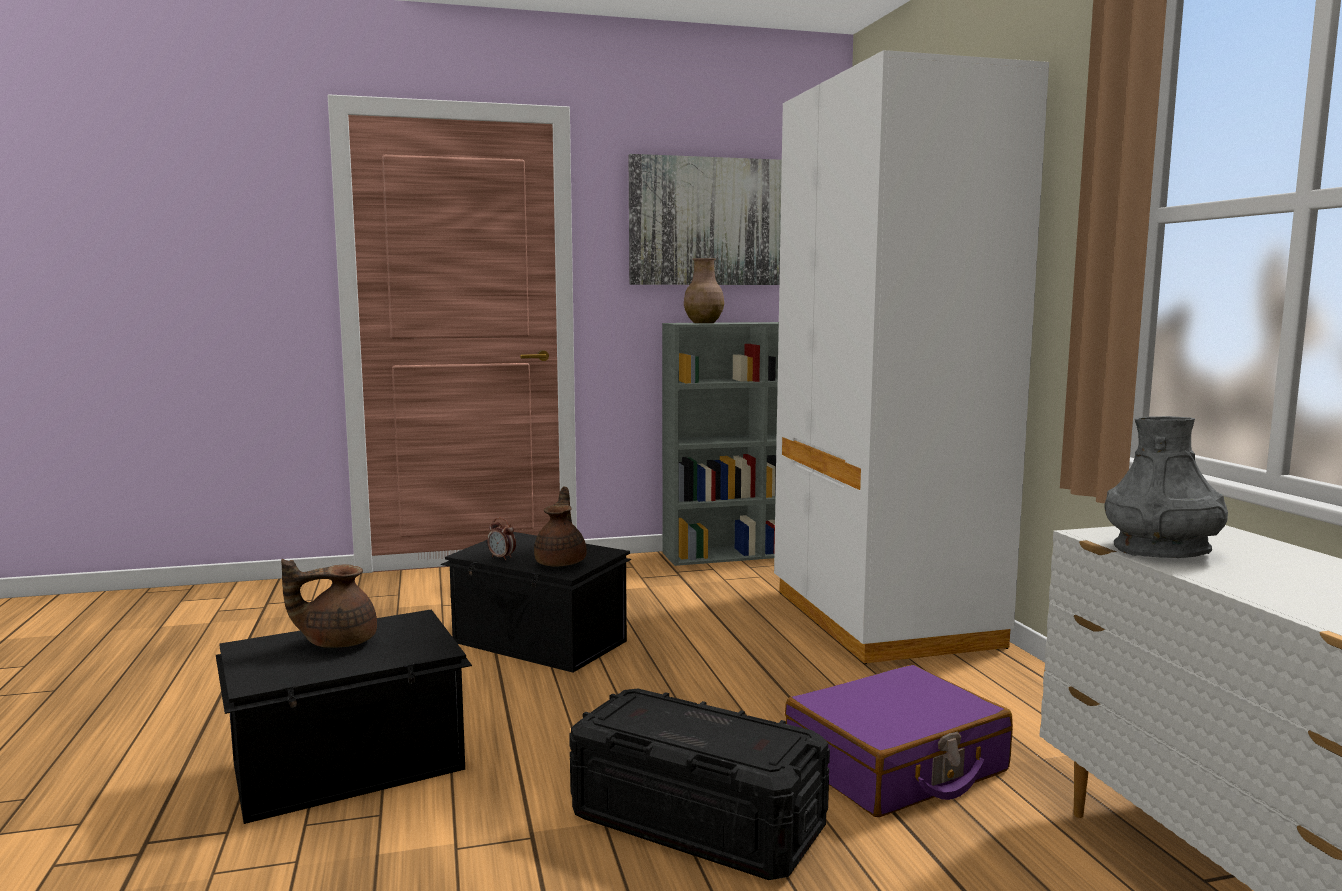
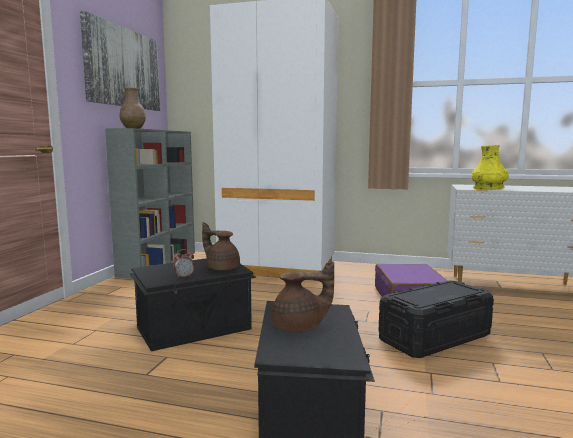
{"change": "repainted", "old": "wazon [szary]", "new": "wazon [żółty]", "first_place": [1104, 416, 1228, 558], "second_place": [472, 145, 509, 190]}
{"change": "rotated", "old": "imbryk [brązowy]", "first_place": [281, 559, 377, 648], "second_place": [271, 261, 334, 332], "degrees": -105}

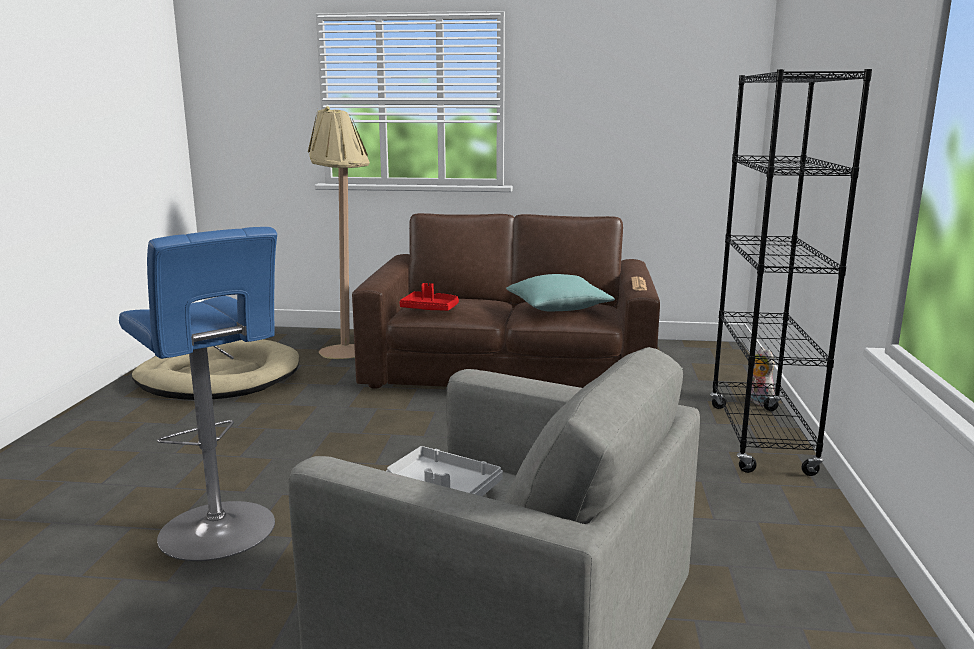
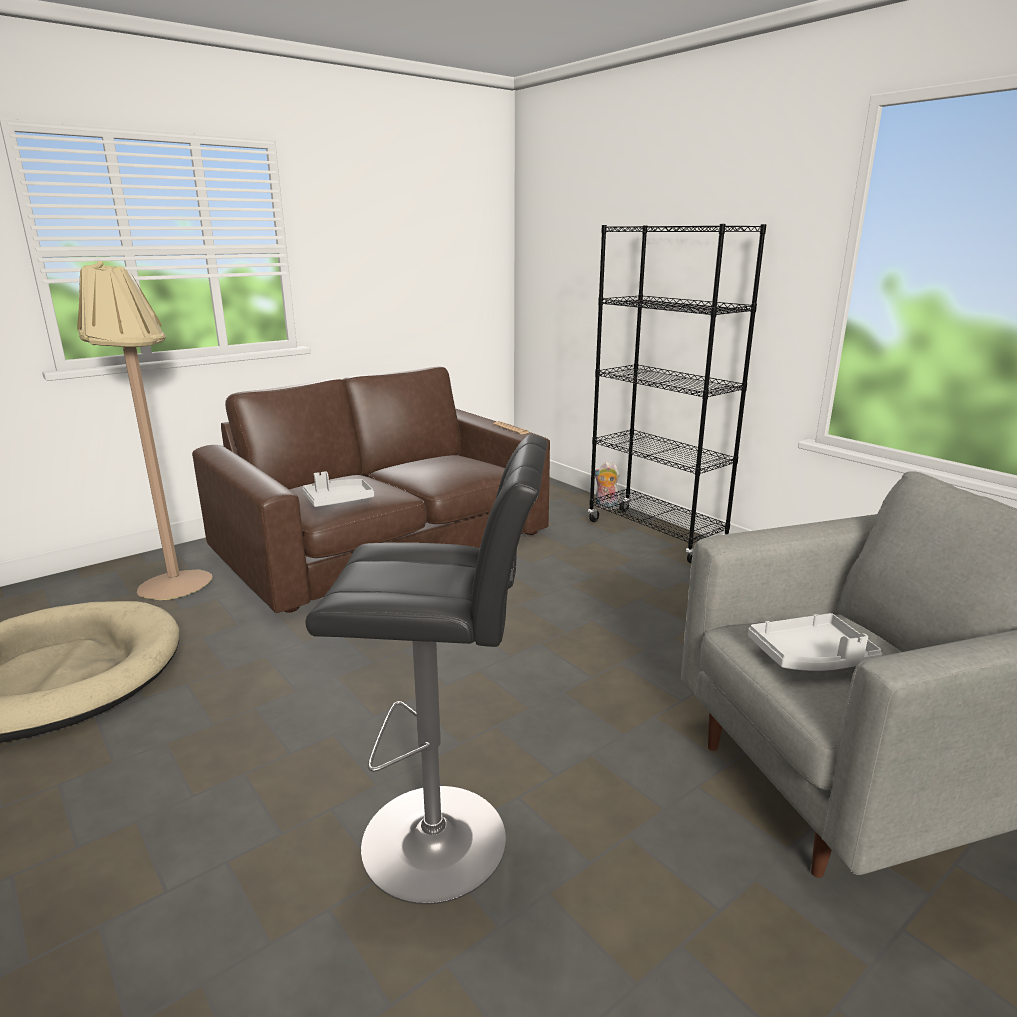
{"change": "gone", "old": "poduszka [turkusowy]", "first_place": [506, 274, 615, 311]}
{"change": "repainted", "old": "stołek [niebieski]", "new": "stołek [czarny]", "first_place": [119, 227, 277, 561], "second_place": [305, 435, 548, 904]}
{"change": "repainted", "old": "taca [czerwony]", "new": "taca [szary]", "first_place": [399, 283, 459, 311], "second_place": [303, 471, 374, 507]}

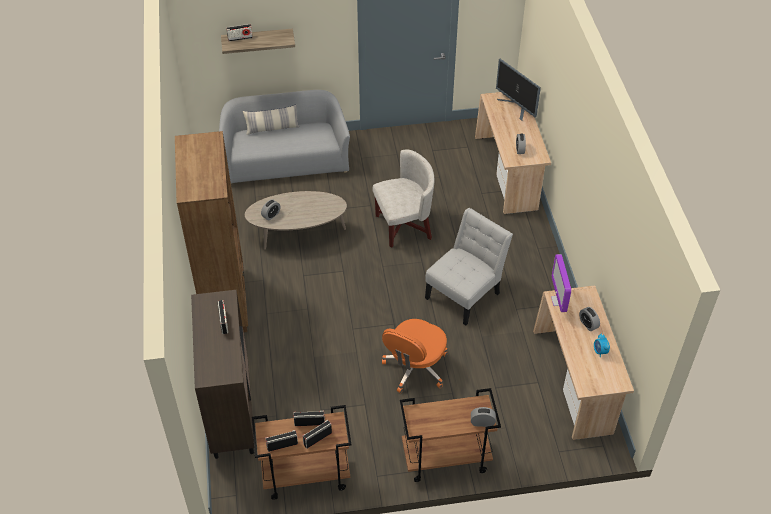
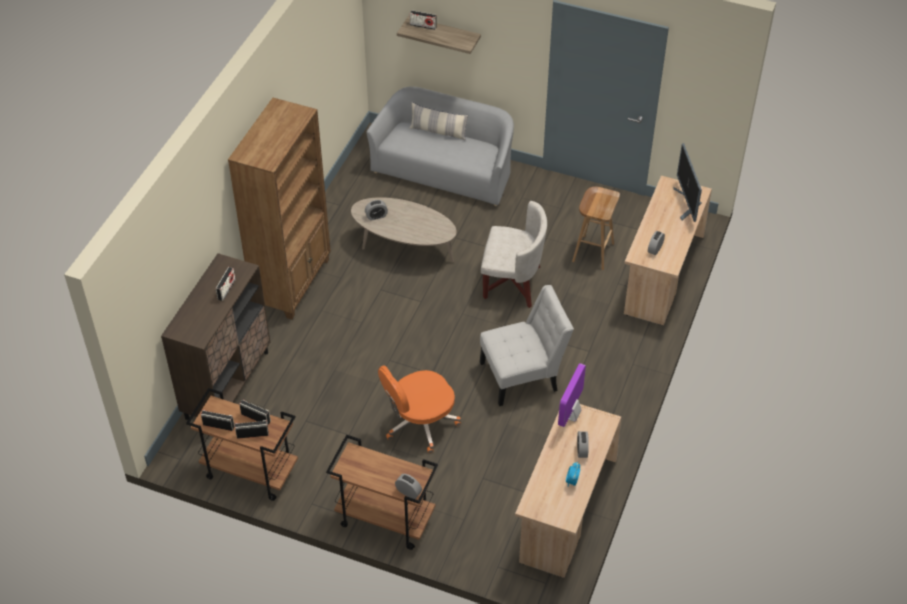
{"change": "new", "new": "stołek [brązowy]", "second_place": [572, 186, 620, 270]}

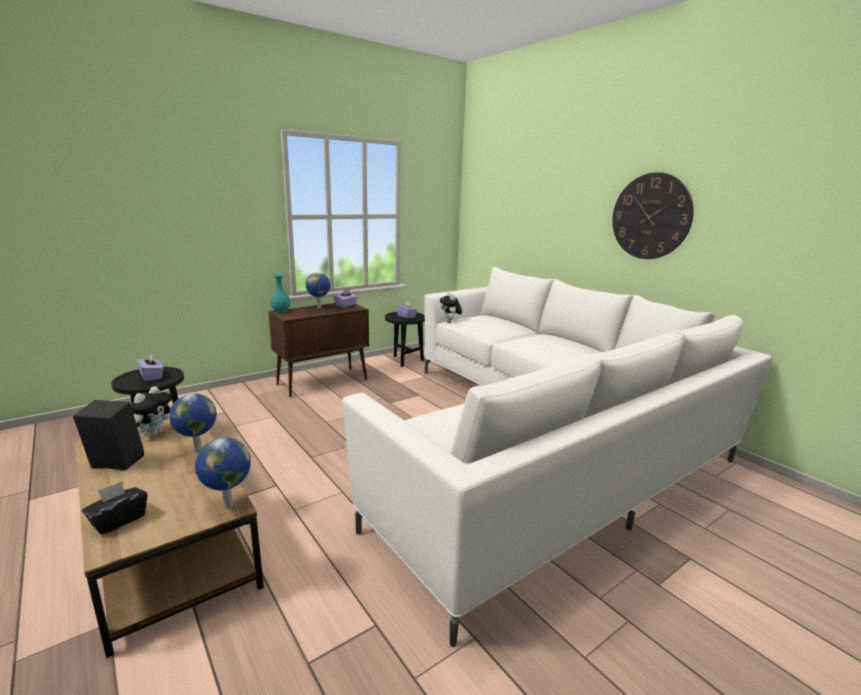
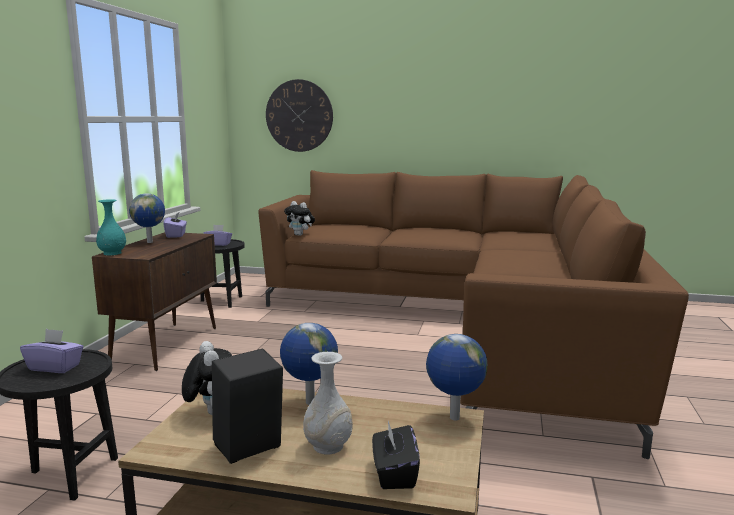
{"change": "new", "new": "wazon [biały]", "second_place": [303, 352, 353, 455]}
{"change": "shifted", "old": "zegar ścienny", "first_place": [612, 172, 694, 259], "second_place": [266, 79, 333, 152]}
{"change": "repainted", "old": "kanapa [biały]", "new": "kanapa [brązowy]", "first_place": [342, 267, 773, 647], "second_place": [258, 170, 689, 459]}

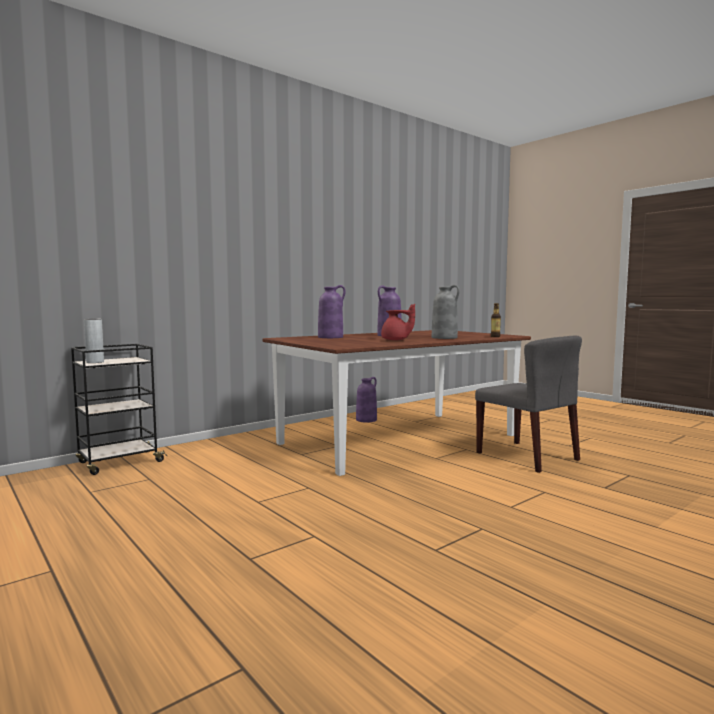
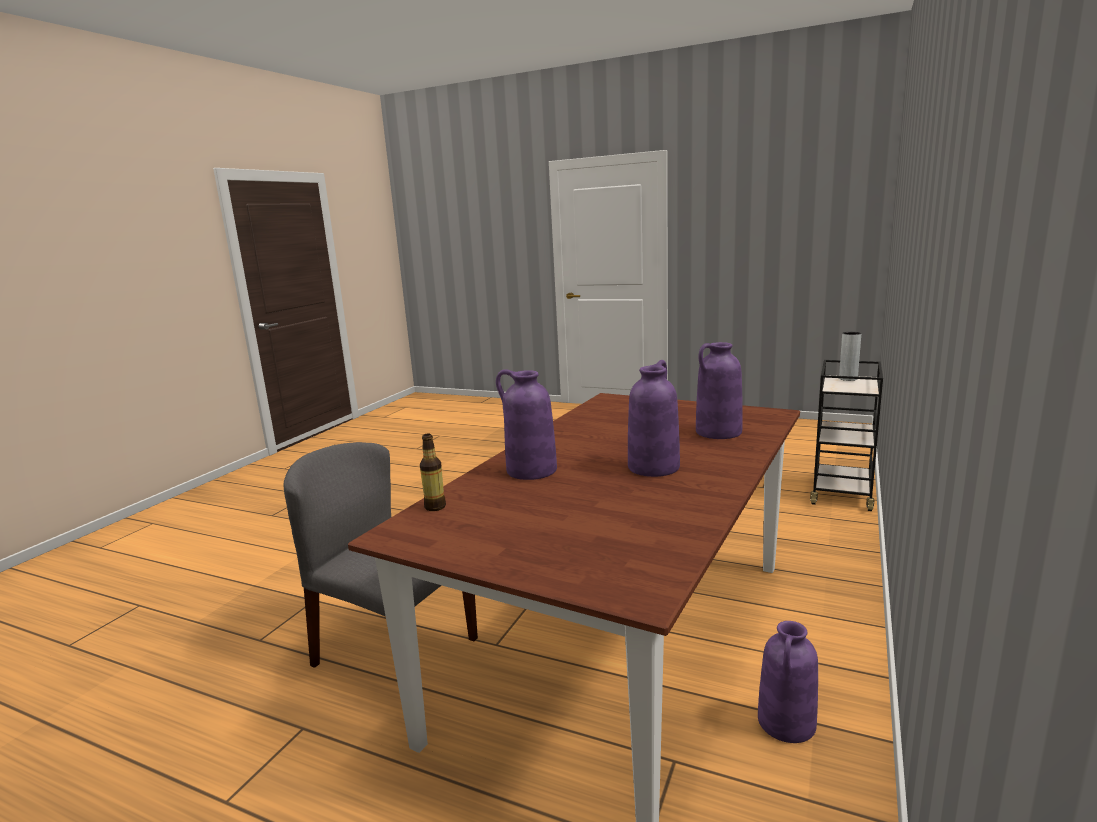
{"change": "gone", "old": "imbryk [czerwony]", "first_place": [381, 304, 415, 340]}
{"change": "repainted", "old": "wazon [szary]", "new": "wazon [fioletowy]", "first_place": [432, 285, 460, 339], "second_place": [496, 369, 557, 480]}

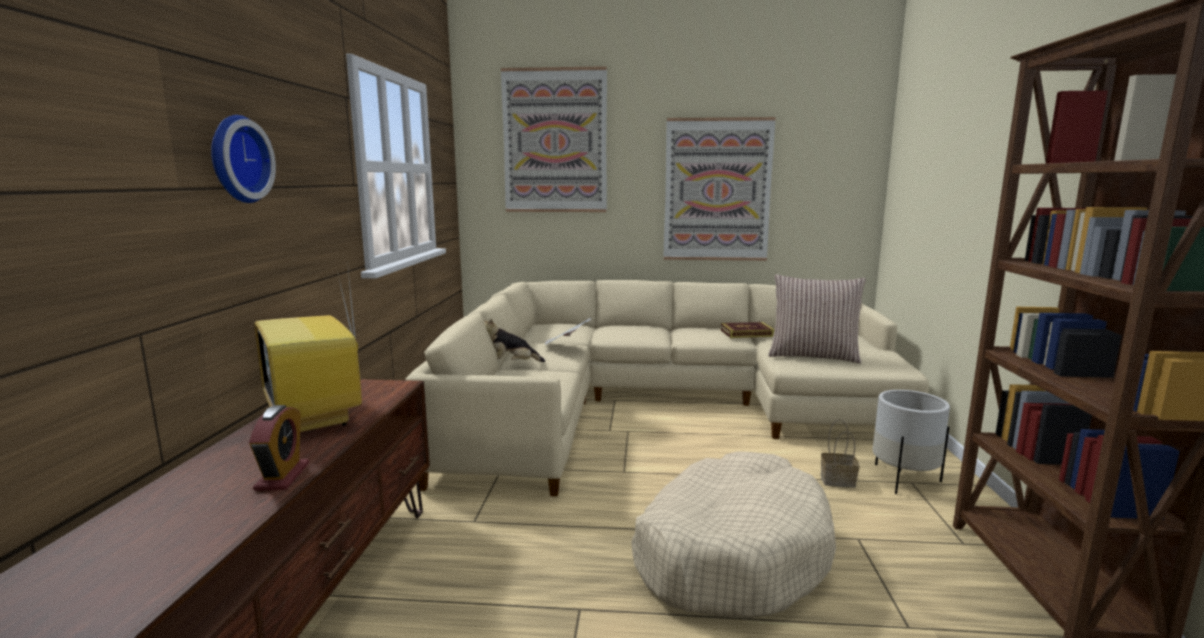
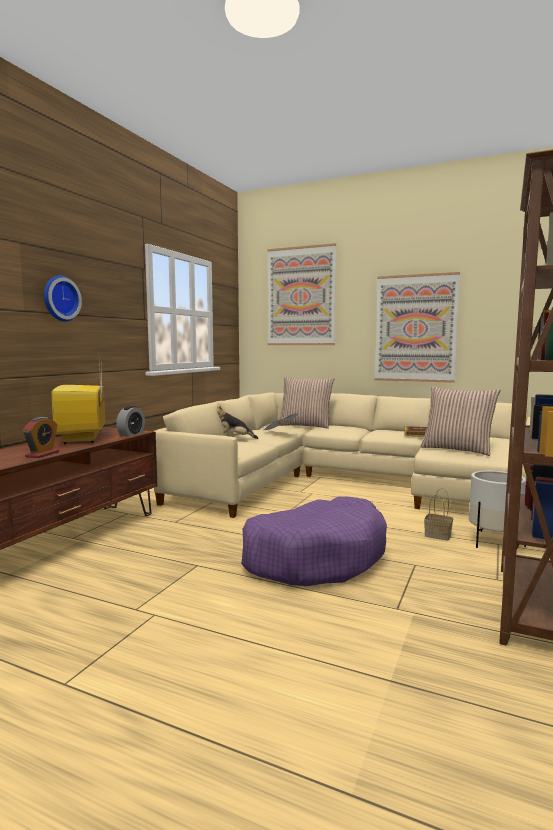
{"change": "new", "new": "budzik", "second_place": [116, 406, 145, 436]}
{"change": "new", "new": "poduszka", "second_place": [279, 377, 335, 429]}
{"change": "repainted", "old": "legowisko [beżowy]", "new": "legowisko [fioletowy]", "first_place": [631, 451, 836, 618], "second_place": [241, 496, 387, 586]}

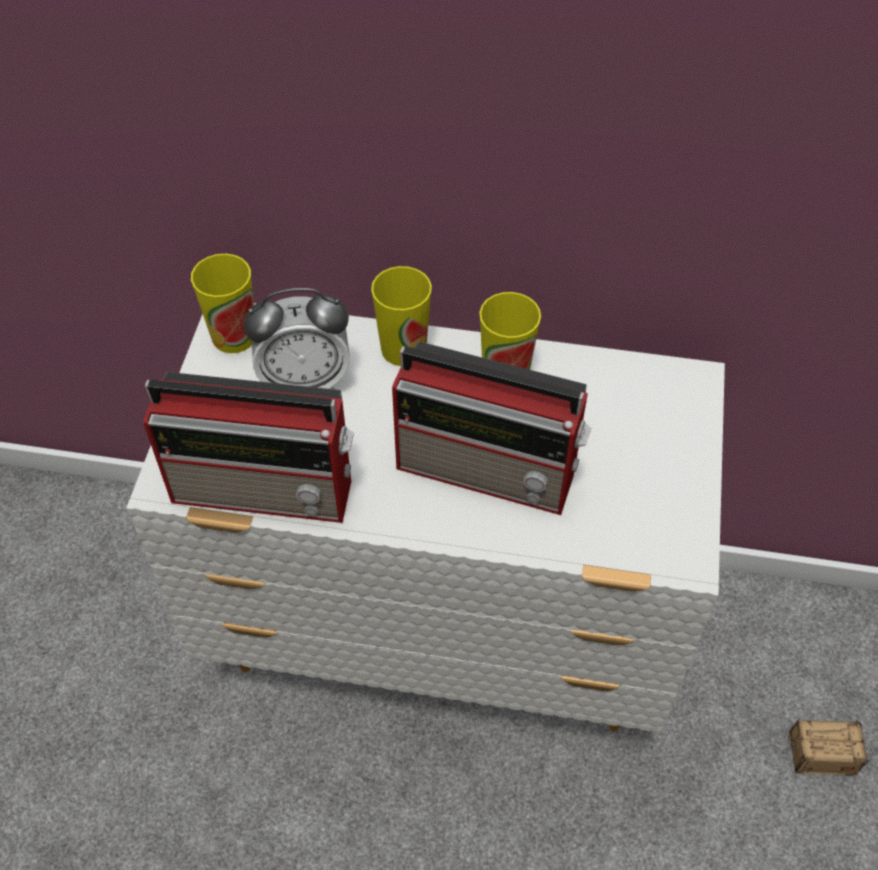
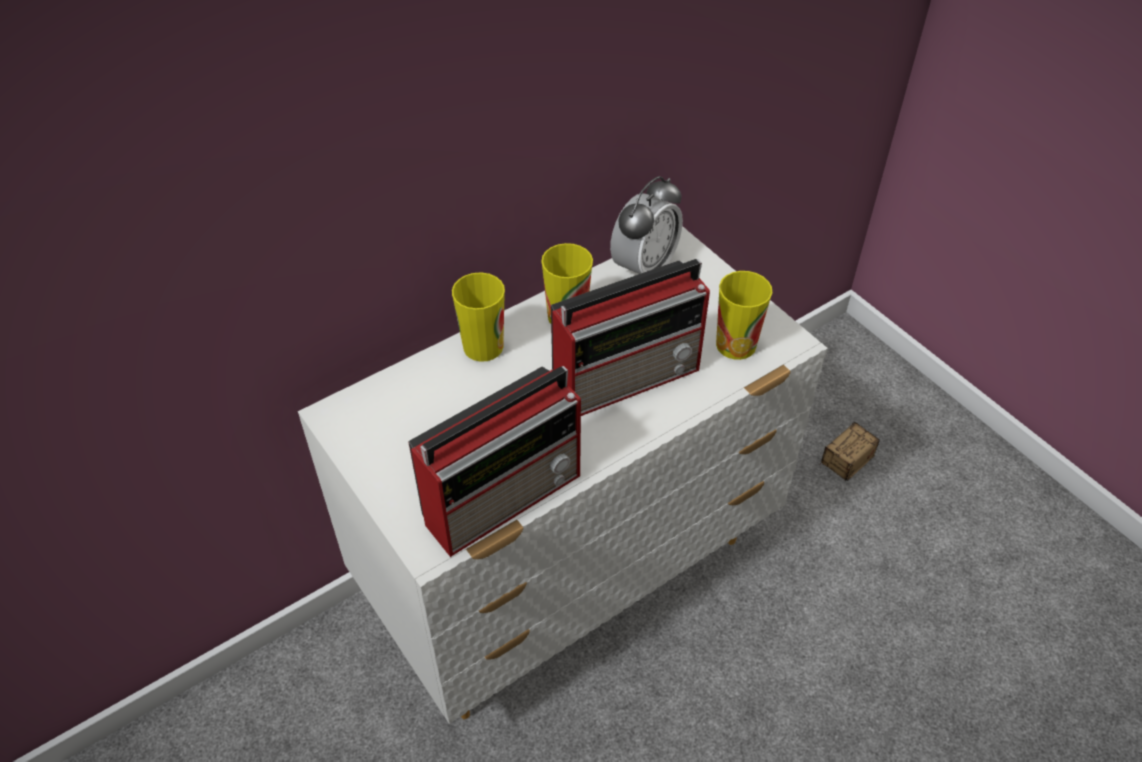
{"change": "shifted", "old": "filiżanka", "first_place": [191, 254, 254, 353], "second_place": [716, 271, 772, 360]}
{"change": "shifted", "old": "budzik", "first_place": [243, 288, 350, 389], "second_place": [610, 176, 683, 274]}

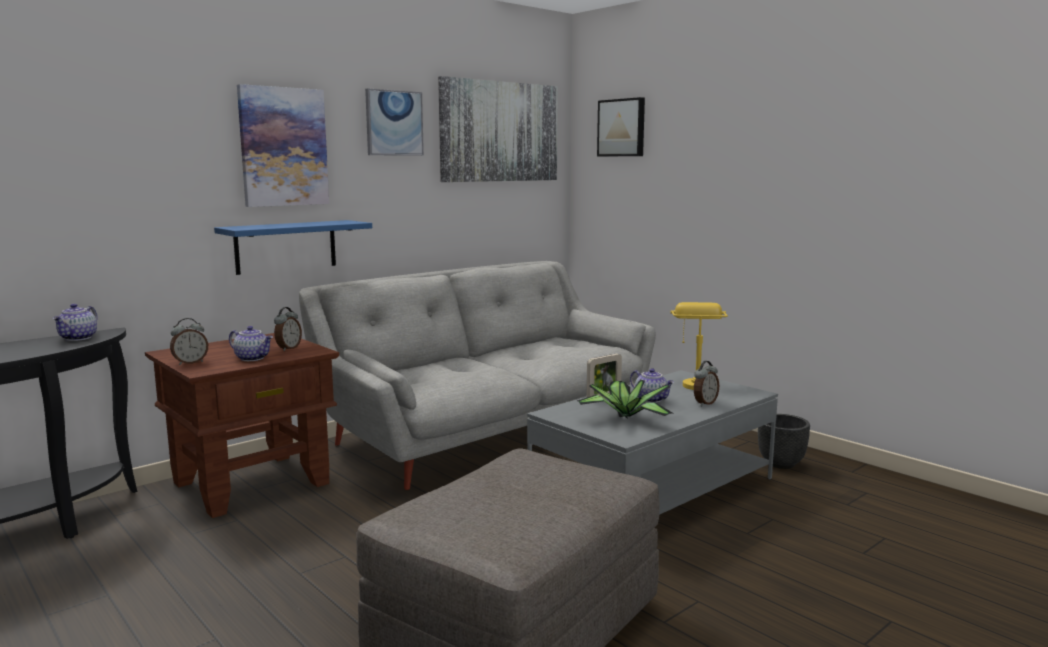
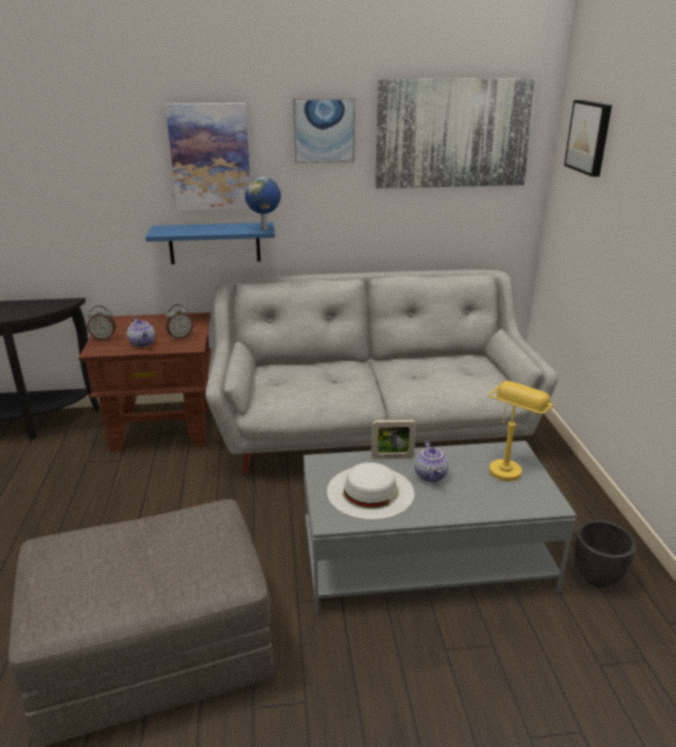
{"change": "gone", "old": "imbryk", "first_place": [52, 304, 97, 341]}
{"change": "gone", "old": "budzik", "first_place": [694, 361, 719, 406]}
{"change": "new", "new": "globus", "second_place": [245, 177, 281, 231]}
{"change": "swapped", "old": "roślina doniczkowa", "new": "kapelusz [biały]", "first_place": [577, 380, 673, 419], "second_place": [327, 462, 414, 520]}

